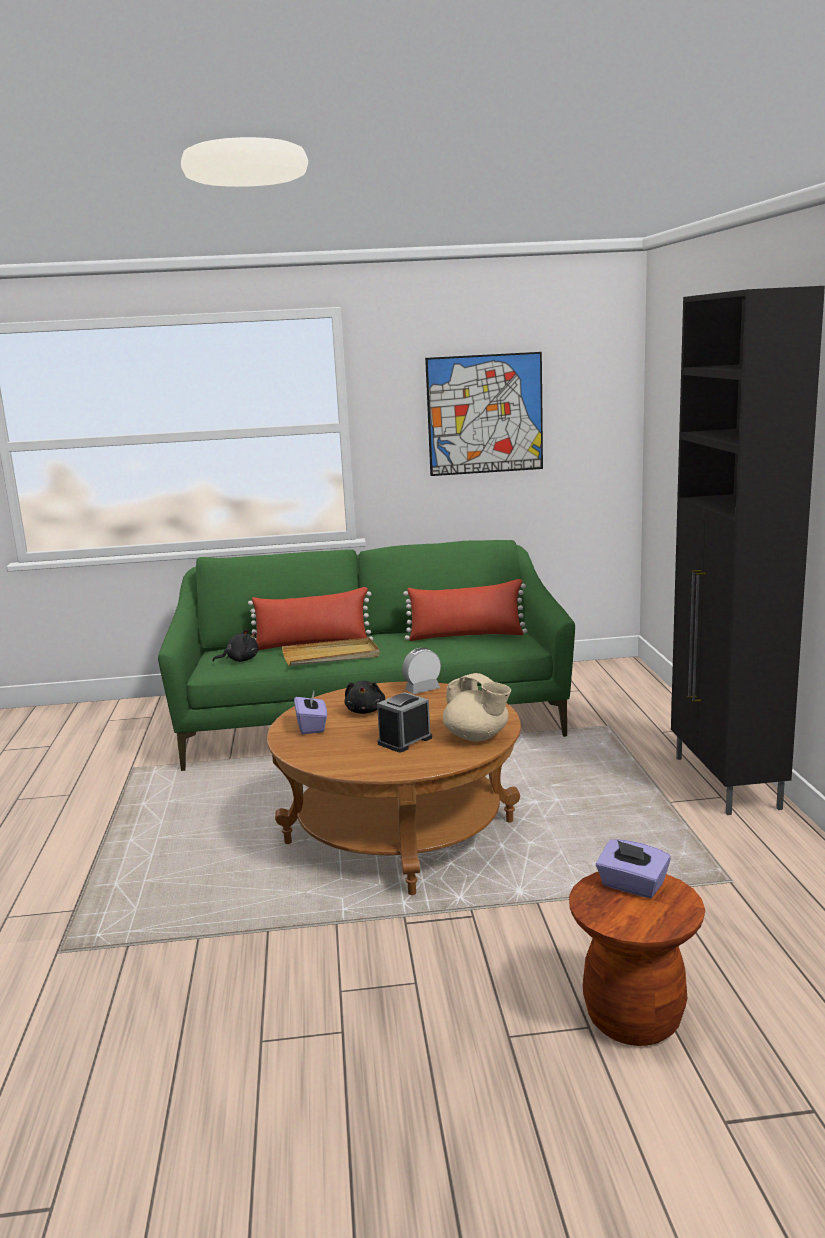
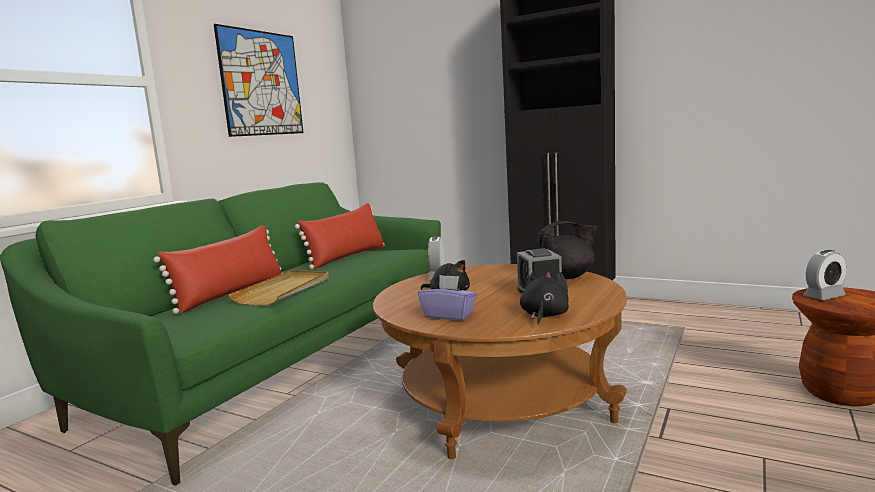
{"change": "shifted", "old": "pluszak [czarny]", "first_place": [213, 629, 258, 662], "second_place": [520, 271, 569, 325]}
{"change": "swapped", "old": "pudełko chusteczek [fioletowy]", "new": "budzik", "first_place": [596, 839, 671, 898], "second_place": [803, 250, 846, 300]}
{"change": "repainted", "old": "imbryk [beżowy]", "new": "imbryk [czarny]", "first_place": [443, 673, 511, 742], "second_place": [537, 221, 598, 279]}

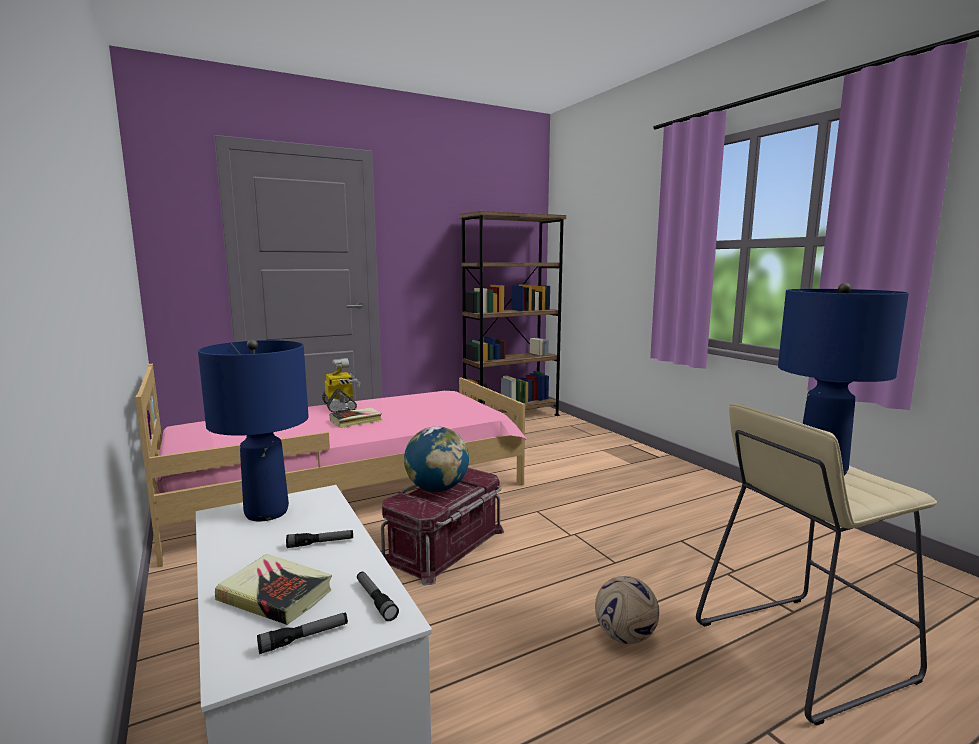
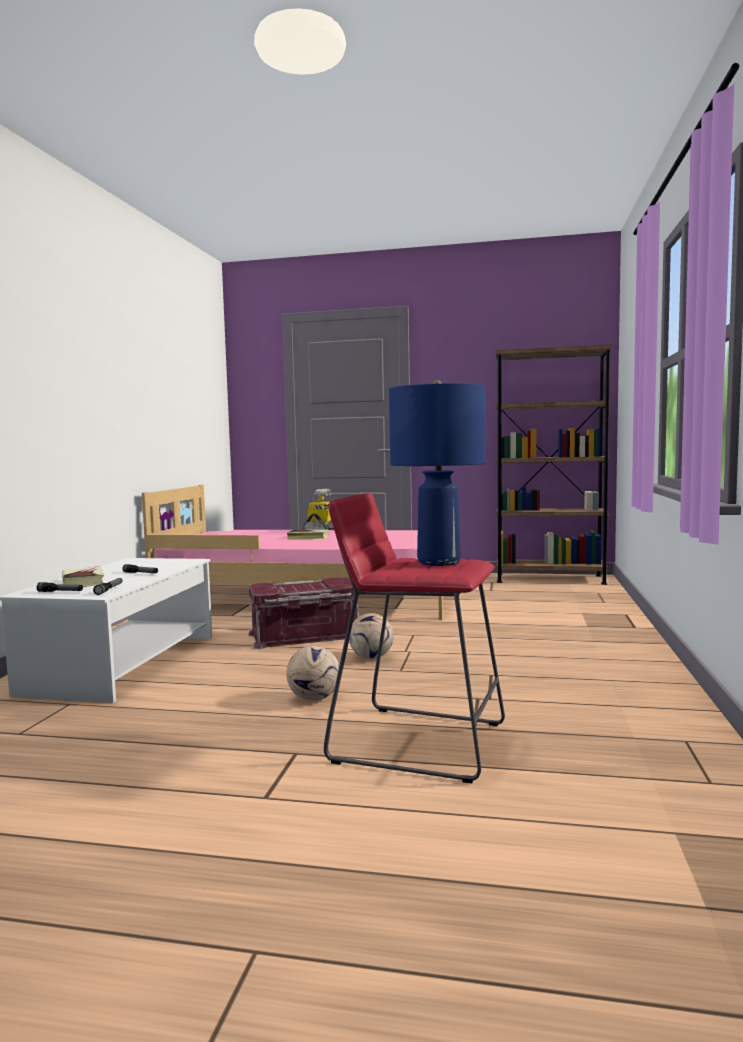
{"change": "gone", "old": "lampa stołowa [niebieski]", "first_place": [198, 339, 309, 522]}
{"change": "gone", "old": "globus", "first_place": [404, 426, 469, 492]}
{"change": "new", "new": "piłka futbolowa", "second_place": [349, 613, 394, 659]}
{"change": "repainted", "old": "stołek [beżowy]", "new": "stołek [czerwony]", "first_place": [696, 403, 937, 726], "second_place": [324, 493, 505, 783]}

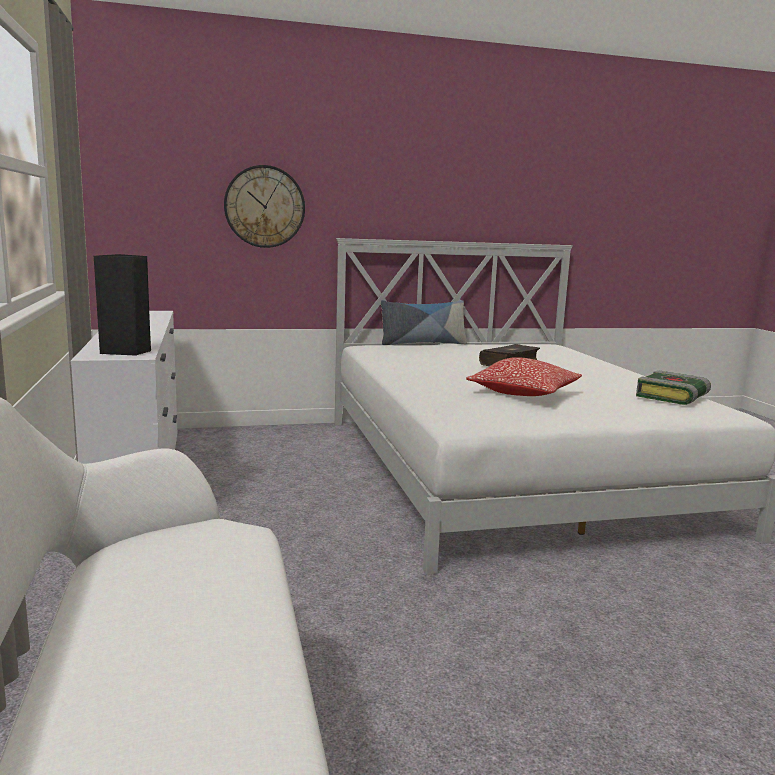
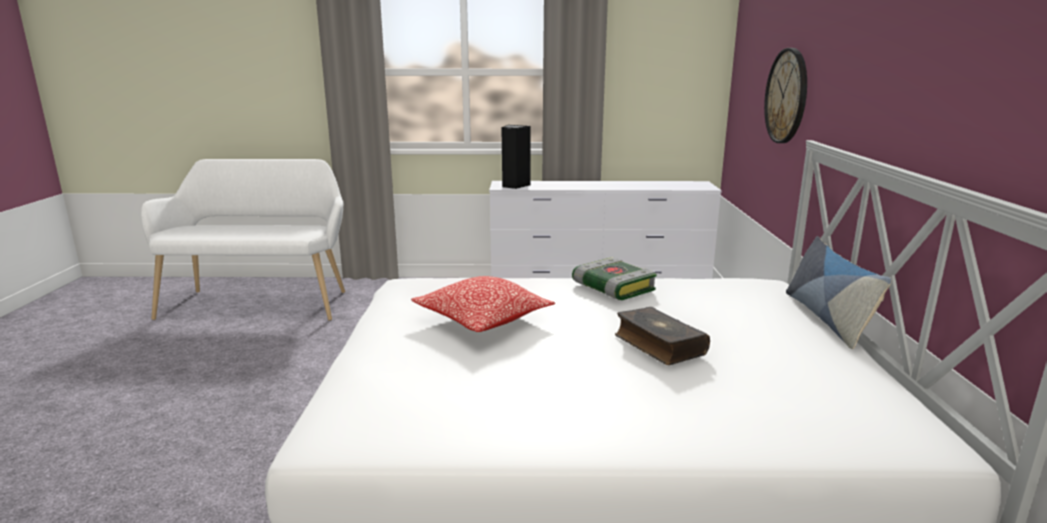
{"change": "shifted", "old": "książka", "first_place": [636, 370, 711, 405], "second_place": [572, 257, 657, 300]}

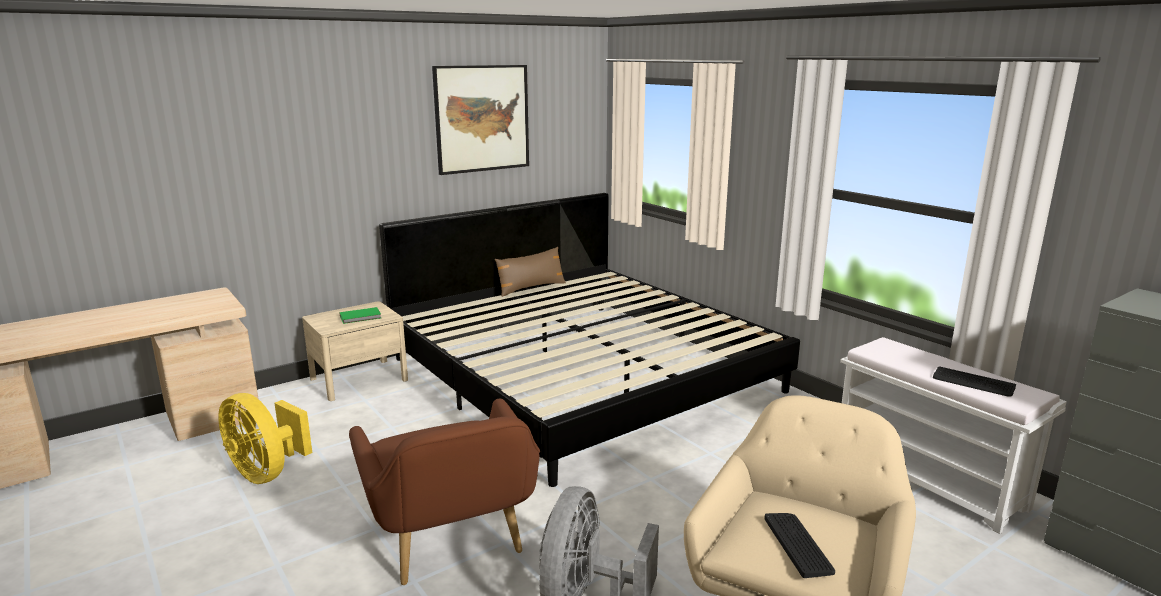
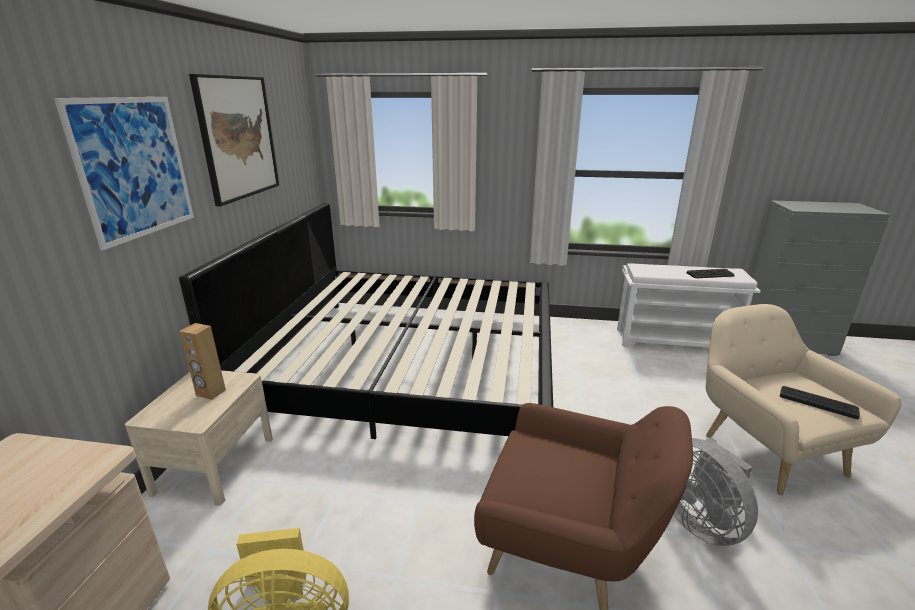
{"change": "gone", "old": "poduszka [brązowy]", "first_place": [495, 247, 566, 297]}
{"change": "new", "new": "obraz", "second_place": [54, 97, 194, 250]}
{"change": "swapped", "old": "książka [zielony]", "new": "głośnik [brązowy]", "first_place": [339, 307, 381, 324], "second_place": [179, 323, 226, 400]}

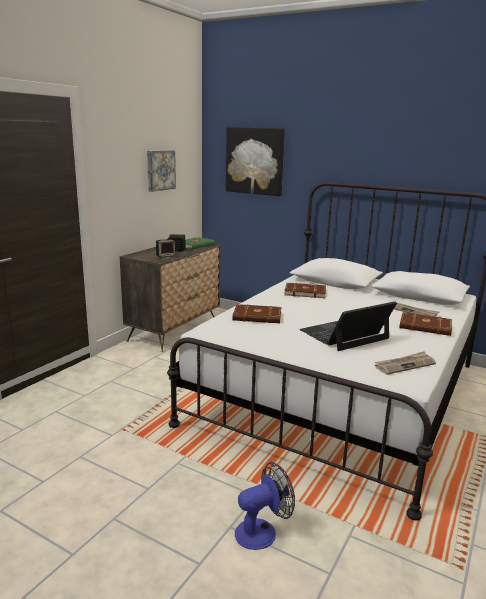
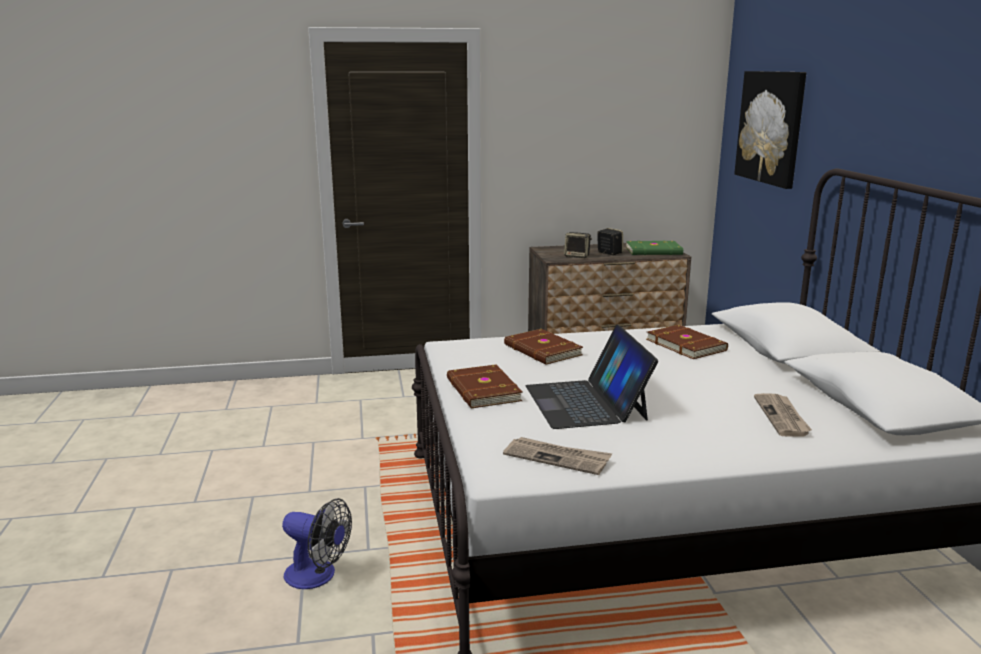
{"change": "gone", "old": "obraz", "first_place": [147, 150, 176, 192]}
{"change": "shifted", "old": "książka [brązowy]", "first_place": [399, 312, 452, 336], "second_place": [447, 364, 523, 408]}
{"change": "rotated", "old": "laptop", "first_place": [300, 301, 397, 351], "second_place": [526, 325, 658, 429], "degrees": -120}

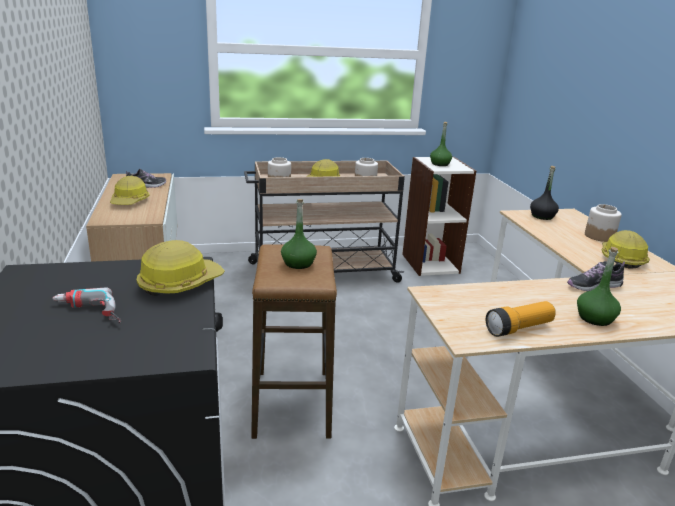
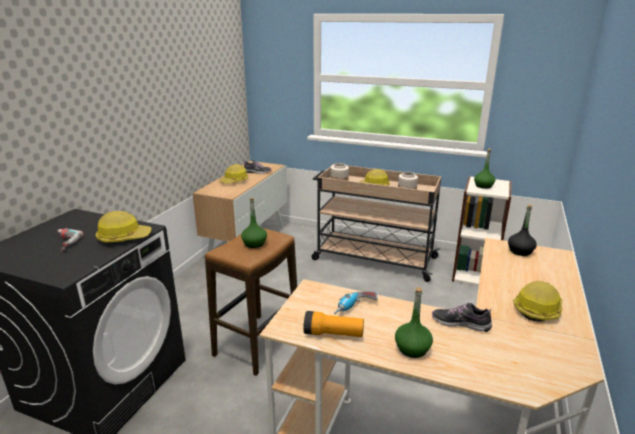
{"change": "gone", "old": "słoik", "first_place": [585, 204, 622, 242]}
{"change": "new", "new": "wiertarka", "second_place": [334, 292, 378, 314]}

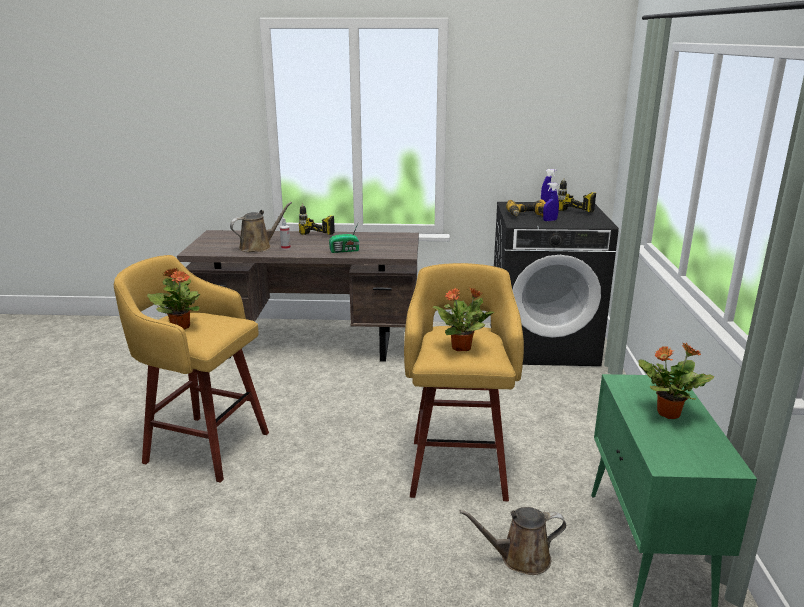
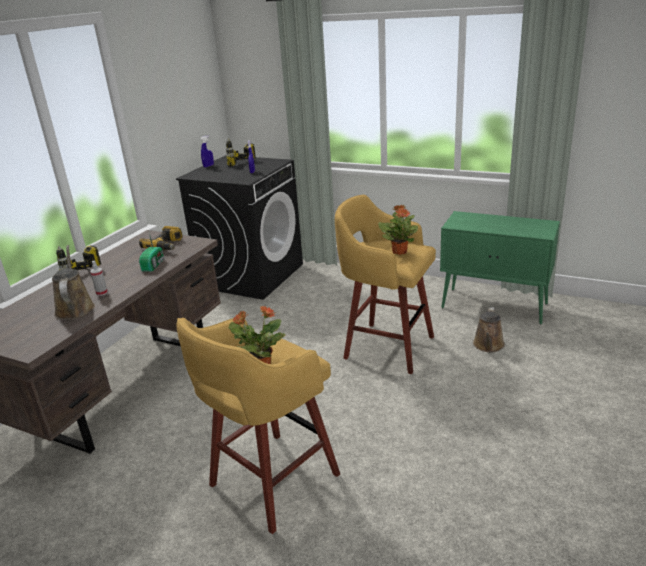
{"change": "gone", "old": "roślina doniczkowa", "first_place": [638, 342, 714, 419]}
{"change": "shifted", "old": "wiertarka", "first_place": [506, 199, 546, 217], "second_place": [139, 226, 182, 251]}

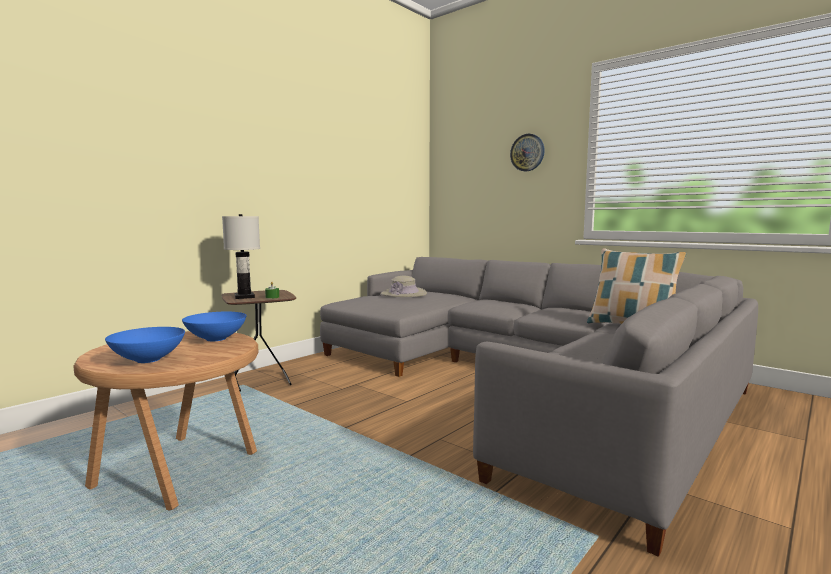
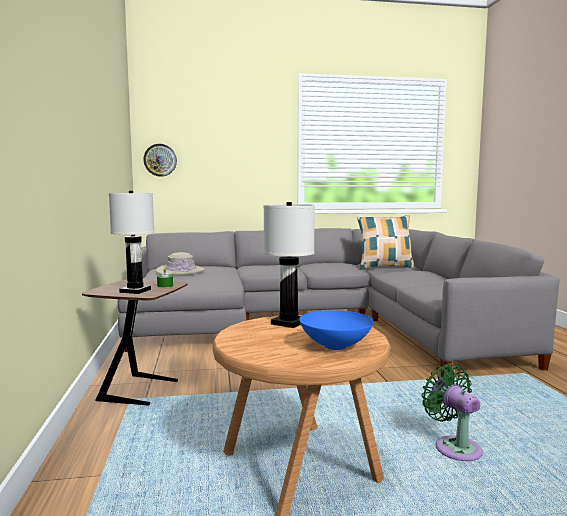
{"change": "new", "new": "wentylator [zielony]", "second_place": [421, 364, 483, 461]}
{"change": "shifted", "old": "zegar ścienny", "first_place": [510, 134, 545, 172], "second_place": [143, 144, 177, 177]}
{"change": "swapped", "old": "miska [niebieski]", "new": "lampa stołowa [biały]", "first_place": [182, 312, 246, 341], "second_place": [263, 202, 315, 328]}

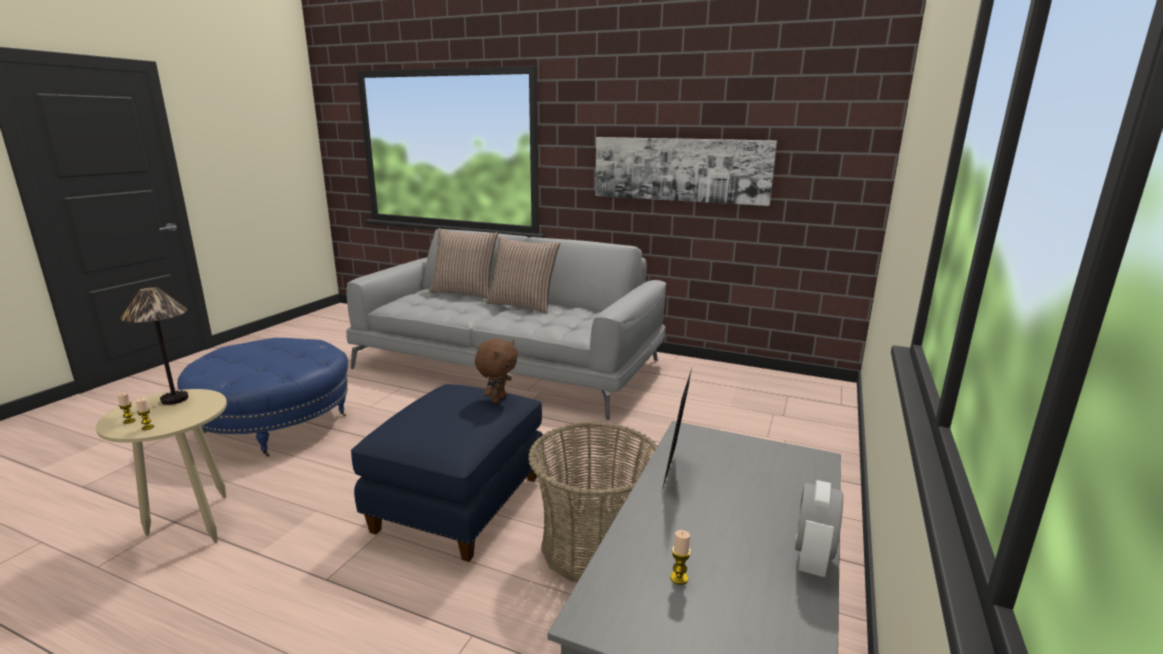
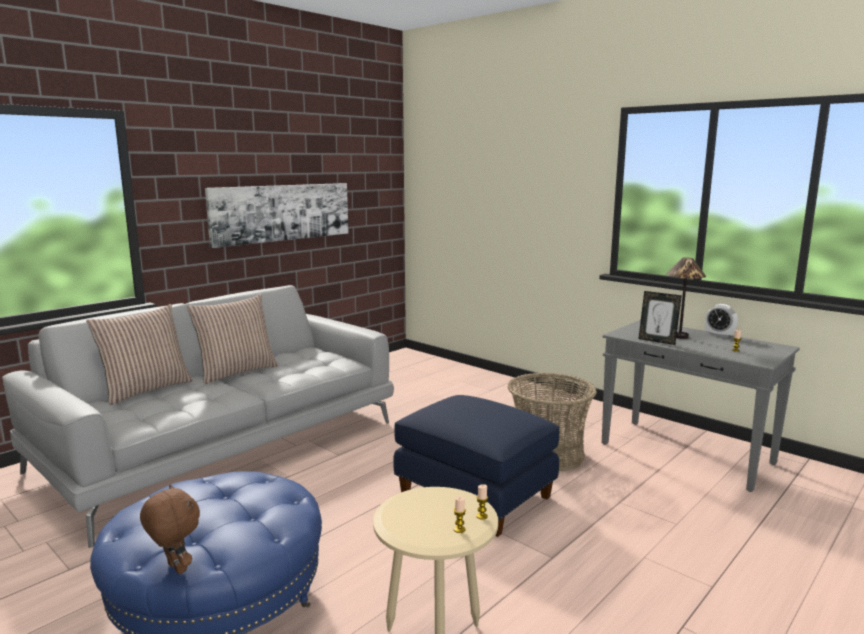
{"change": "shifted", "old": "lampa stołowa", "first_place": [120, 287, 188, 405], "second_place": [666, 257, 706, 339]}
{"change": "shifted", "old": "pluszak [brązowy]", "first_place": [475, 339, 518, 403], "second_place": [140, 484, 200, 574]}

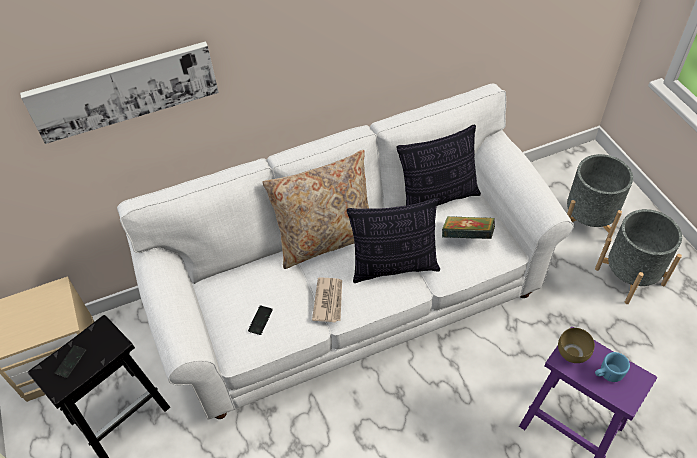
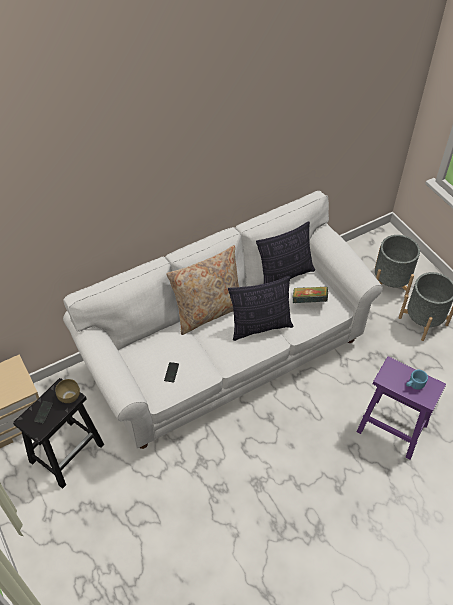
{"change": "gone", "old": "obraz", "first_place": [20, 41, 219, 144]}
{"change": "gone", "old": "gazeta", "first_place": [312, 277, 342, 323]}
{"change": "shifted", "old": "miska [brązowy]", "first_place": [558, 328, 595, 363], "second_place": [55, 379, 80, 403]}

